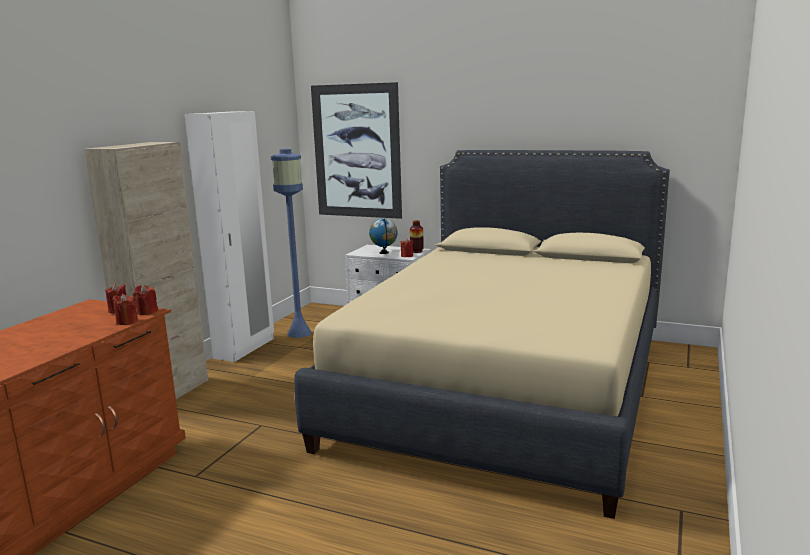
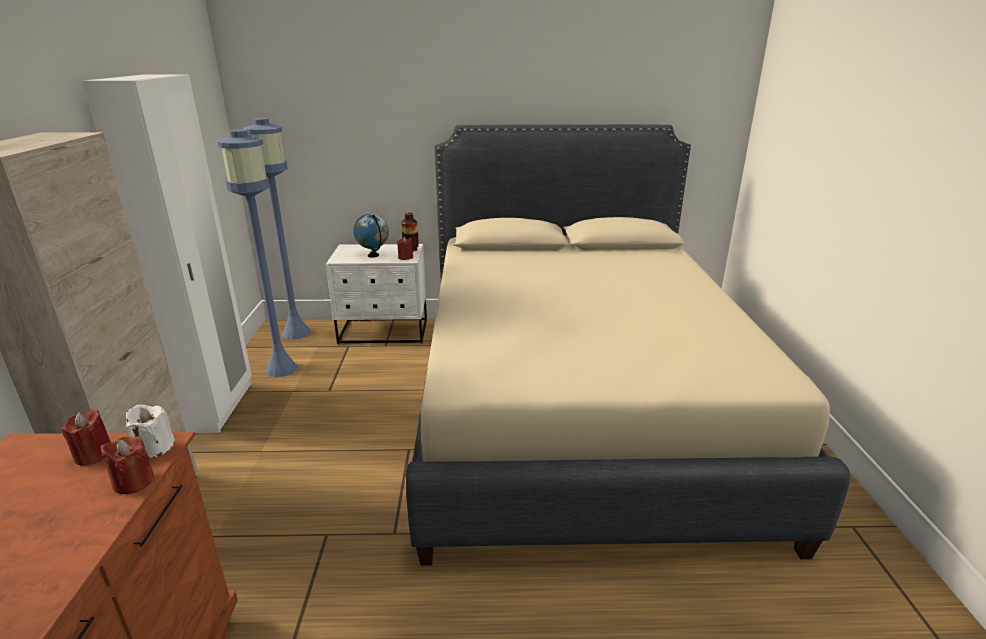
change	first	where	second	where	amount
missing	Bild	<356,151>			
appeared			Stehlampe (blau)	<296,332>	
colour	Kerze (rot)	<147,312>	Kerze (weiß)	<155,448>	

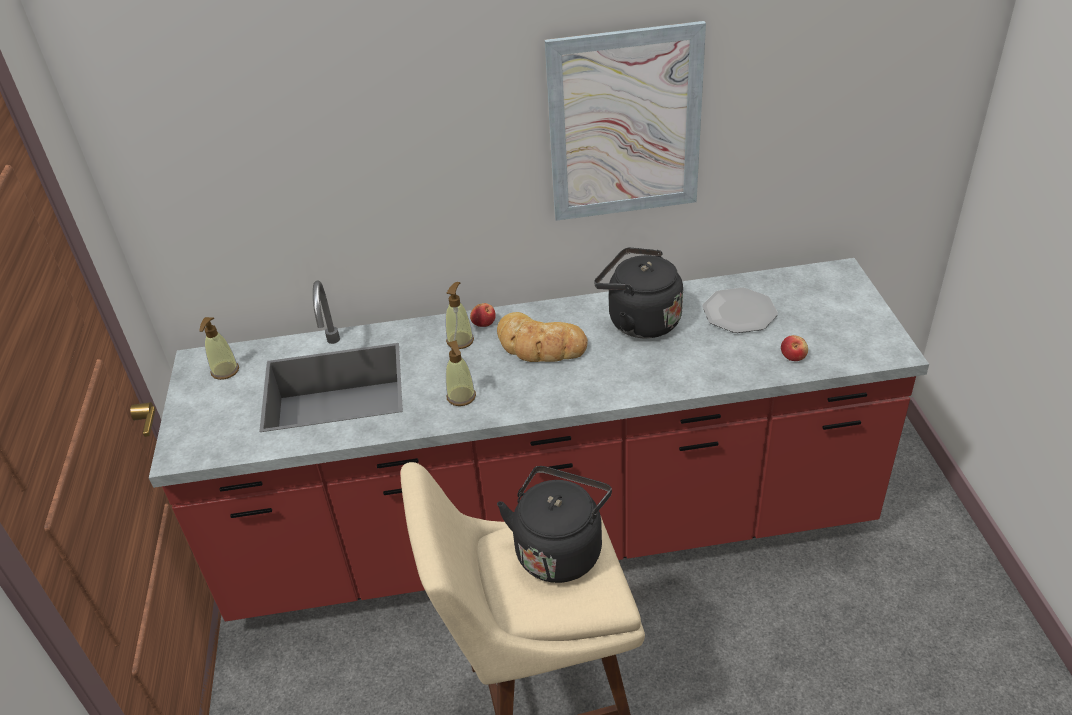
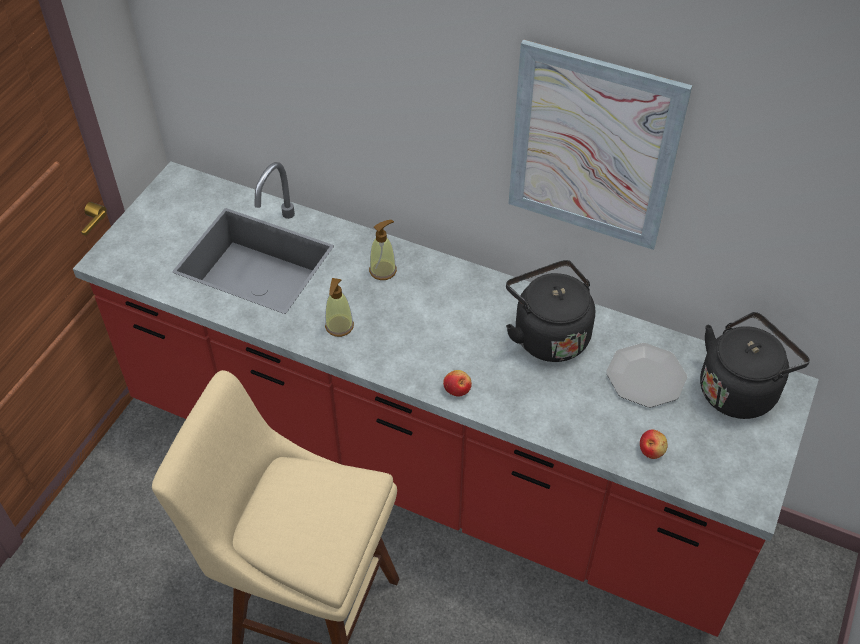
change	first	where	second	where	amount
missing	Seifenspender	<225,371>			
missing	Brot	<540,345>			
relocated	Apfel	<483,323>		<457,389>	
relocated	Wasserkessel (schwarz)	<560,549>		<740,389>	

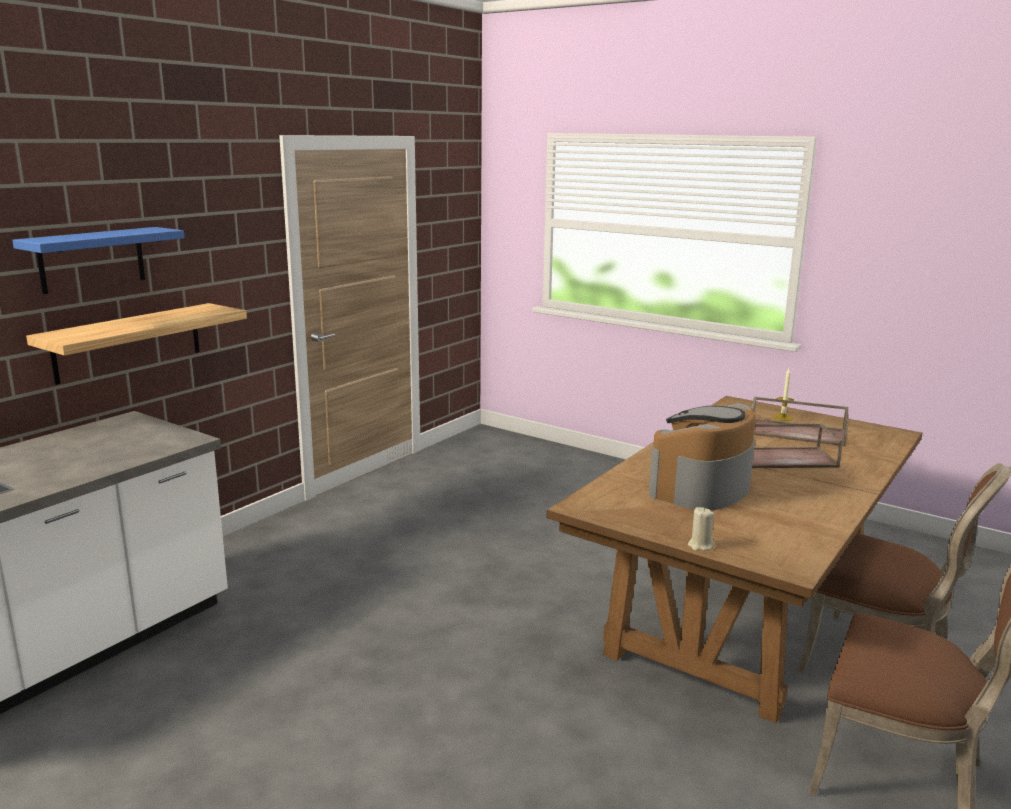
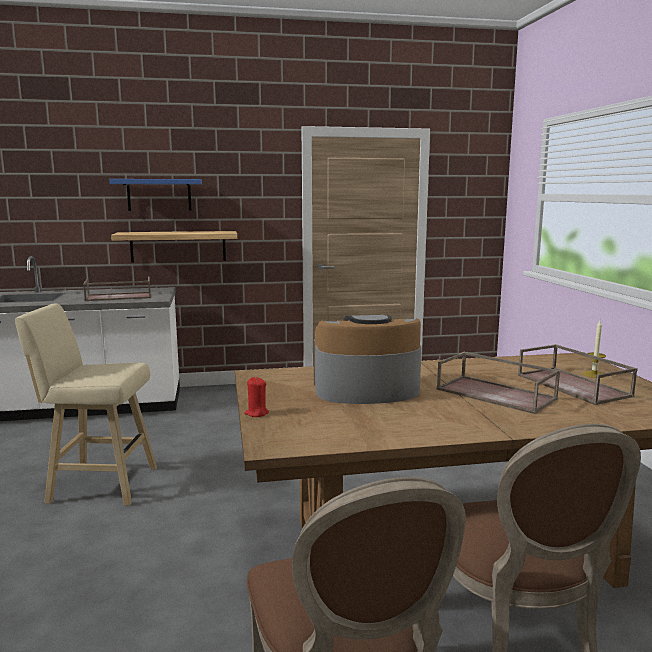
change	first	where	second	where	amount
appeared			Hocker (beige)	<98,484>	
appeared			Tablett (braun)	<118,297>	
colour	Kerze (beige)	<700,546>	Kerze (rot)	<256,413>	

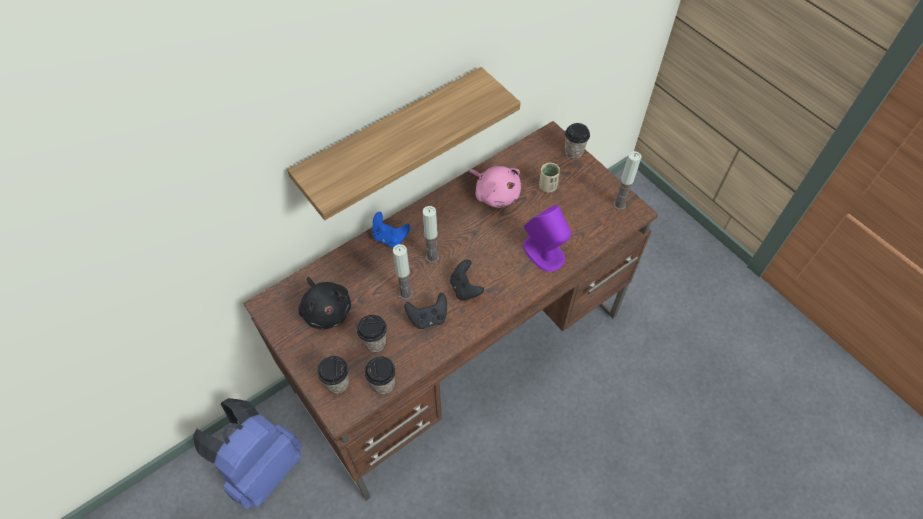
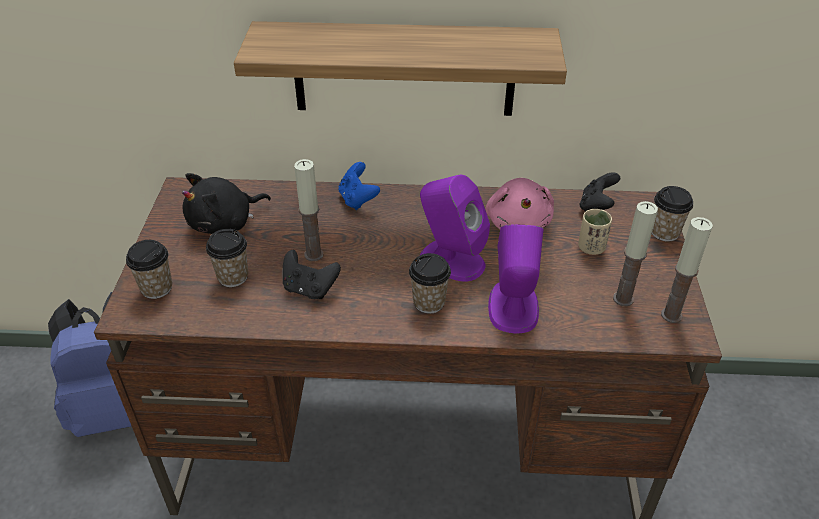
change	first	where	second	where	amount
appeared			Lautsprecher (lila)	<451,260>	
relocated	Tasse	<383,383>		<429,302>	
relocated	Kerze	<432,257>		<623,299>	
relocated	Gamepad (schwarz)	<465,288>		<596,207>	
spun	Plüschtier (schwarz)	<326,310>		<225,223>	45 degrees clockwise

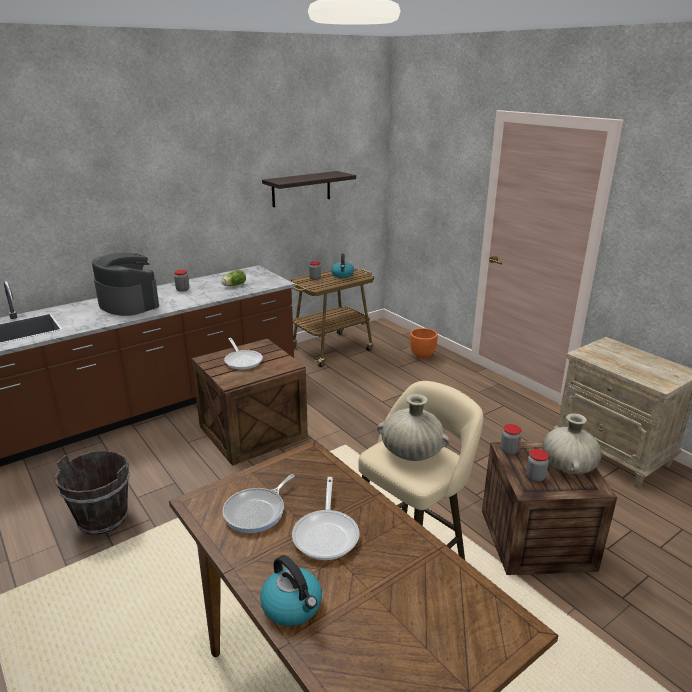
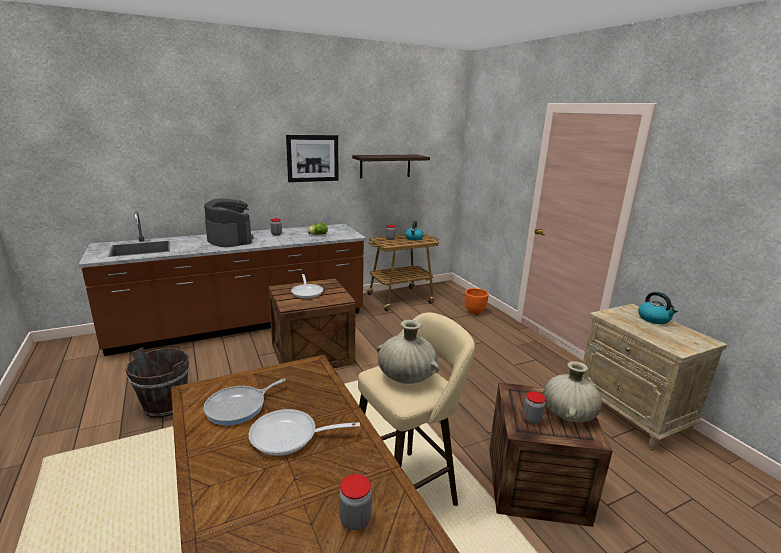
change	first	where	second	where	amount
appeared			Bild	<313,158>	
relocated	Wasserkessel	<293,606>		<654,319>	
relocated	Vorratsglas	<509,450>		<355,520>	
spun	Pfanne	<327,534>		<290,436>	75 degrees clockwise

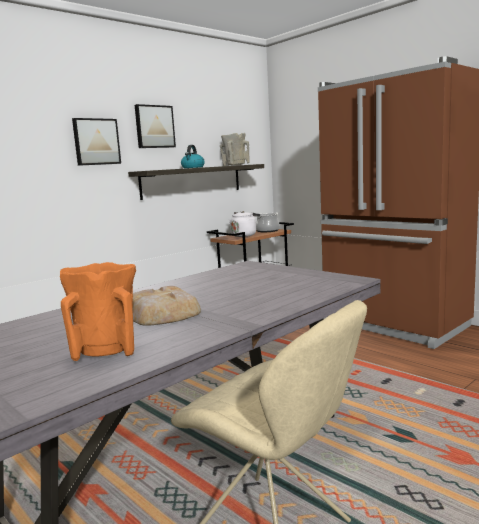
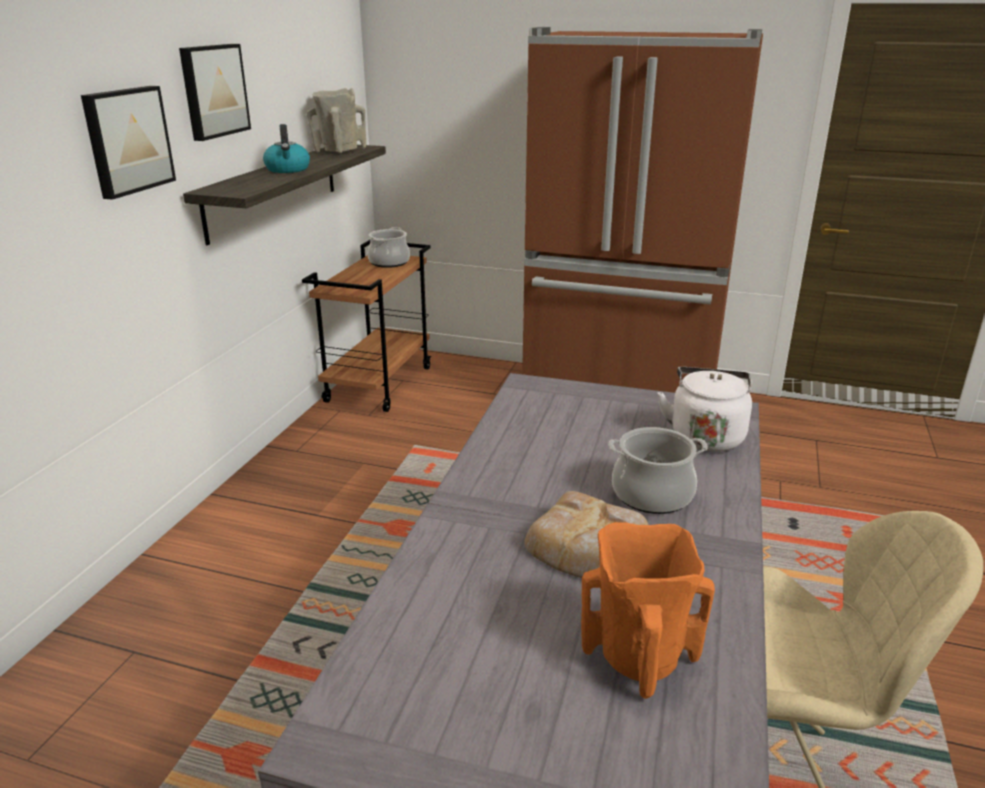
change	first	where	second	where	amount
appeared			Kochtopf	<652,494>	
relocated	Wasserkessel (weiß)	<244,235>		<705,436>	

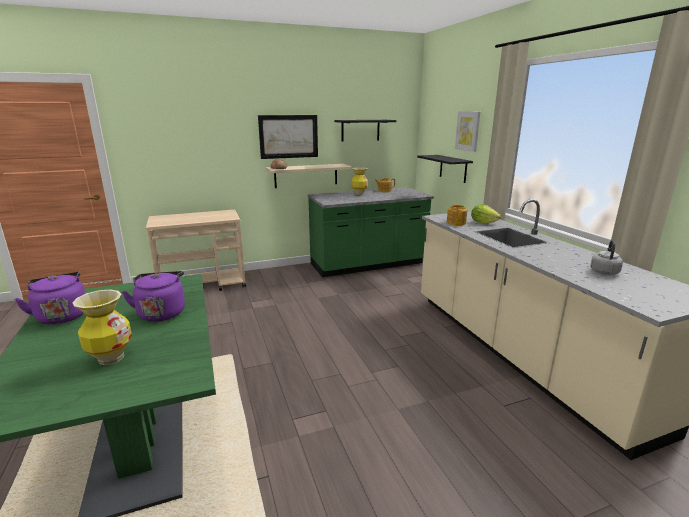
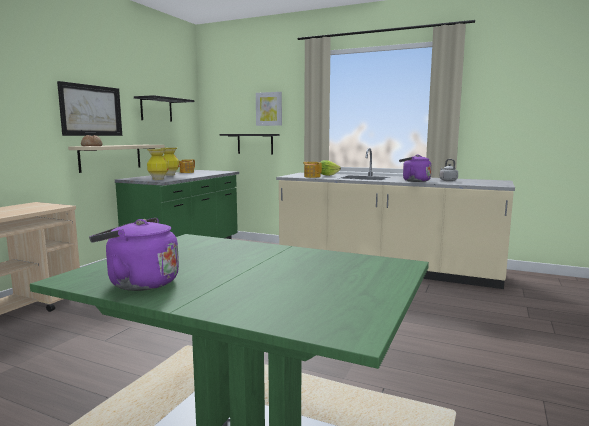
change	first	where	second	where	amount
relocated	Vase	<111,358>		<158,179>	
relocated	Wasserkessel (lila)	<162,312>		<414,181>	

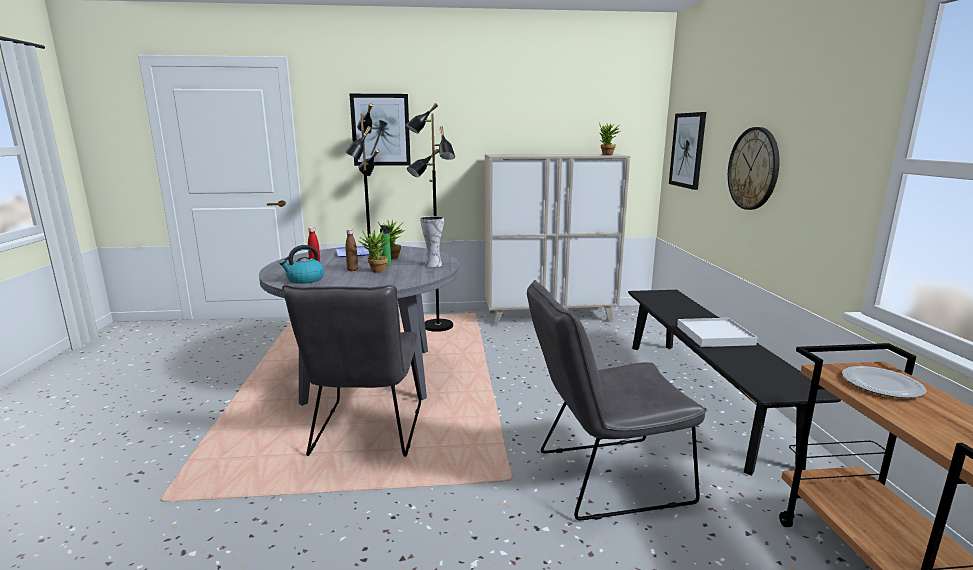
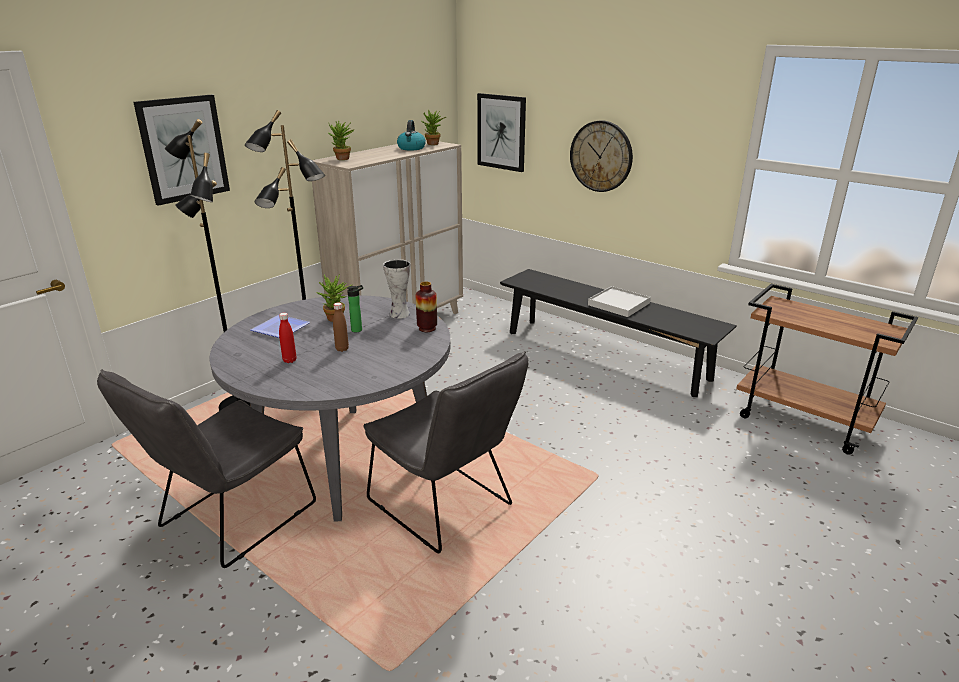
change	first	where	second	where	amount
missing	Teller	<880,384>			
appeared			Vase	<427,328>	
relocated	Wasserkessel	<305,280>		<411,148>	
relocated	Topfpflanze	<376,271>		<343,159>	
relocated	Stuhl (grau)	<602,478>		<230,520>	

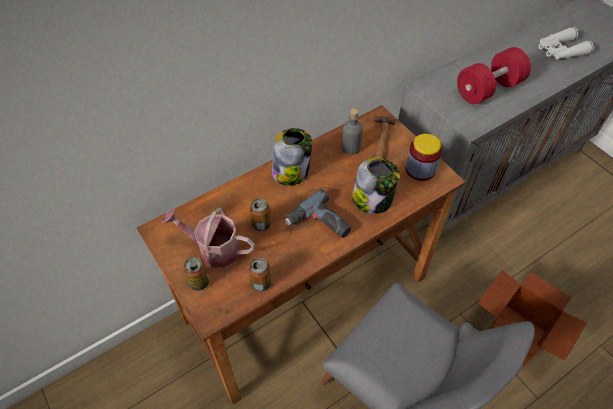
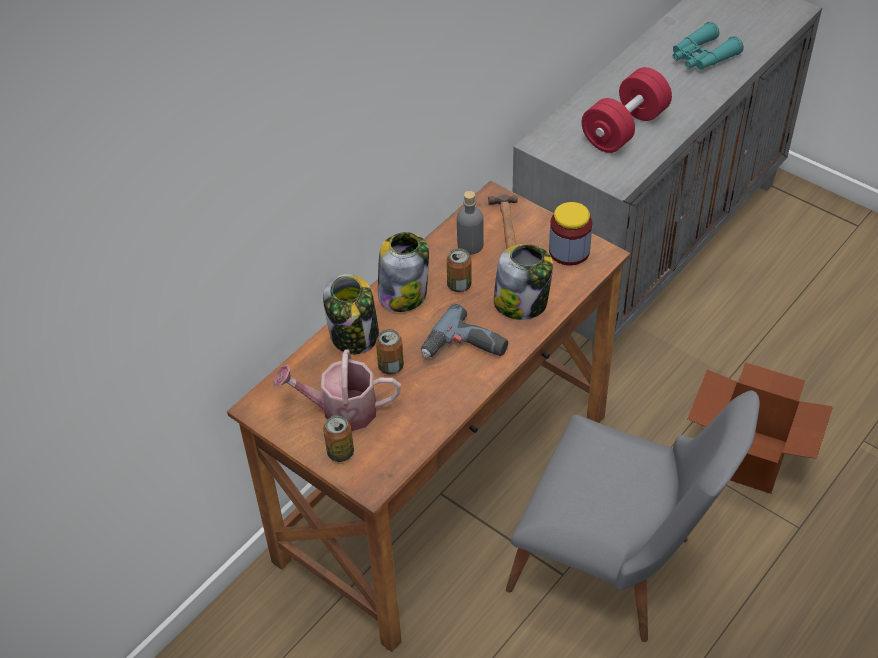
change	first	where	second	where	amount
appeared			Vorratsglas	<354,335>	
relocated	Dose	<261,283>		<459,285>	
colour	Fernglas (weiß)	<559,51>	Fernglas (türkis)	<702,57>	

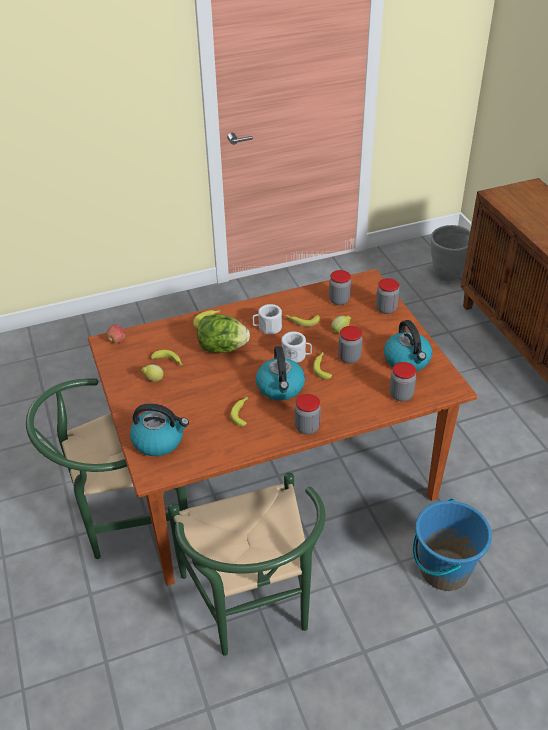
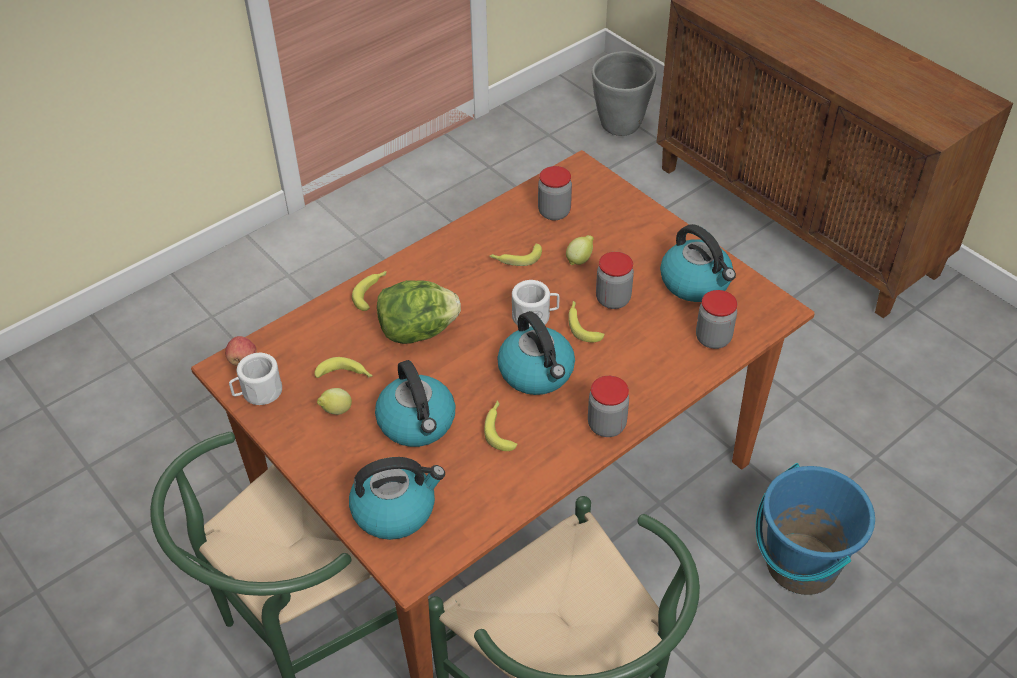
change	first	where	second	where	amount
missing	Vorratsglas	<386,309>			
appeared			Wasserkessel	<417,423>	
relocated	Henkelbecher (weiß)	<267,327>		<257,392>	

